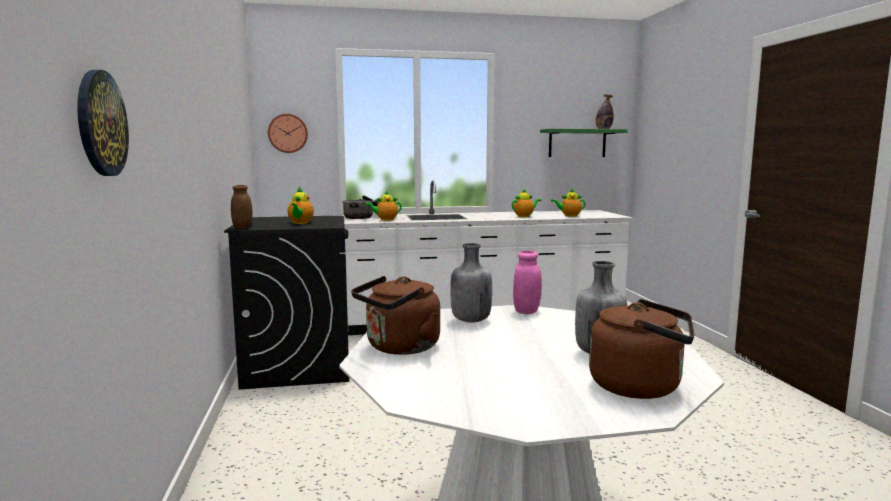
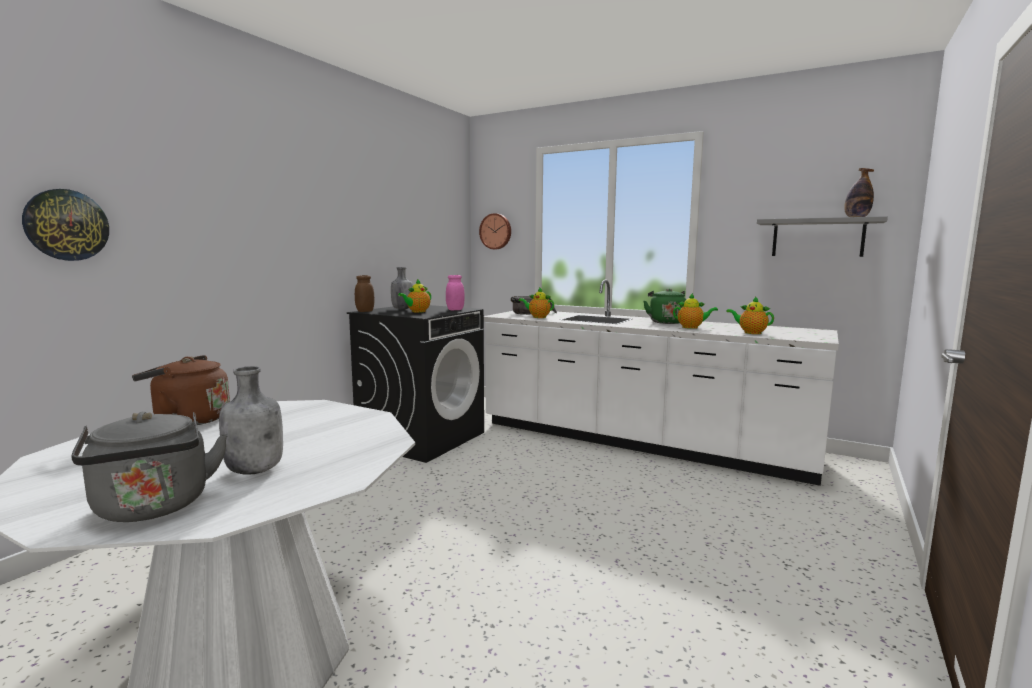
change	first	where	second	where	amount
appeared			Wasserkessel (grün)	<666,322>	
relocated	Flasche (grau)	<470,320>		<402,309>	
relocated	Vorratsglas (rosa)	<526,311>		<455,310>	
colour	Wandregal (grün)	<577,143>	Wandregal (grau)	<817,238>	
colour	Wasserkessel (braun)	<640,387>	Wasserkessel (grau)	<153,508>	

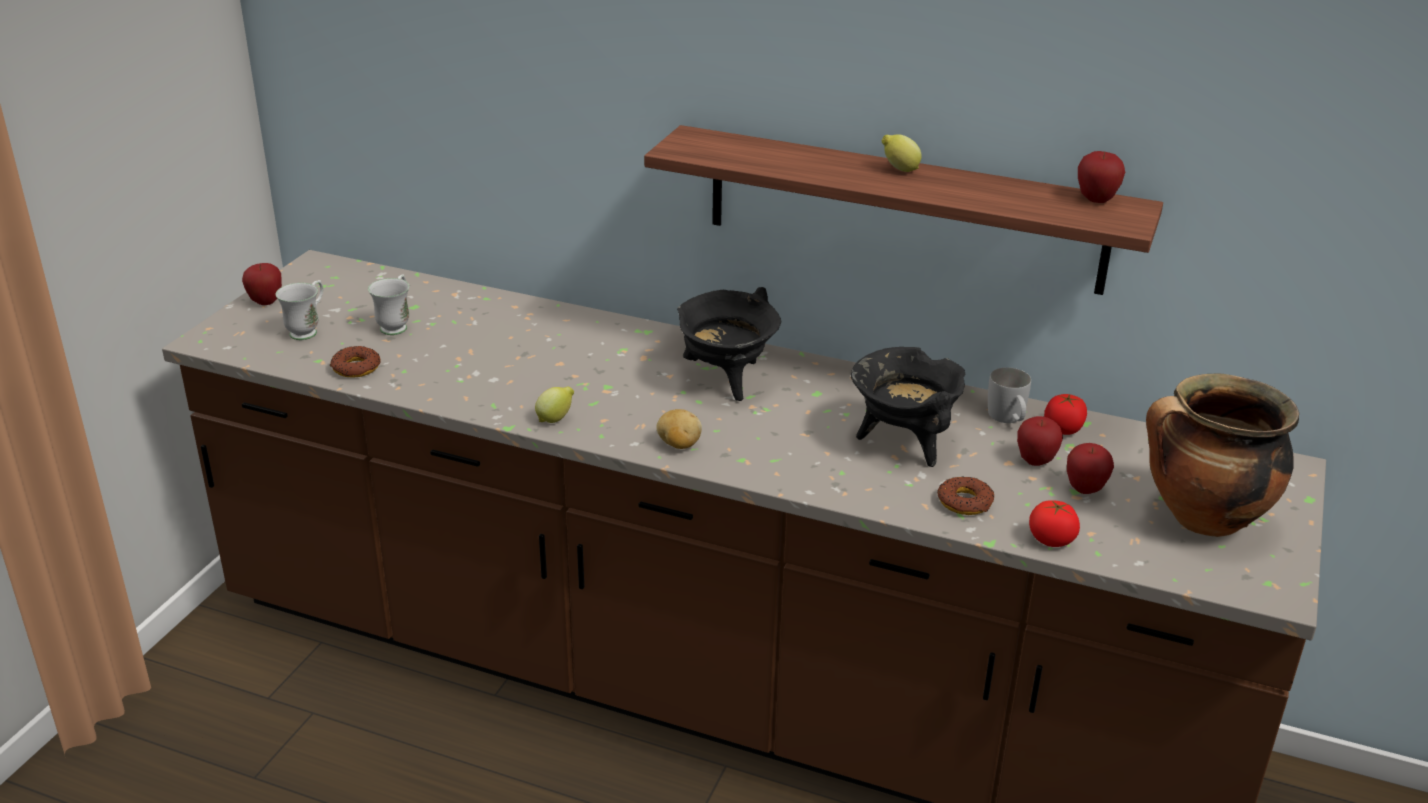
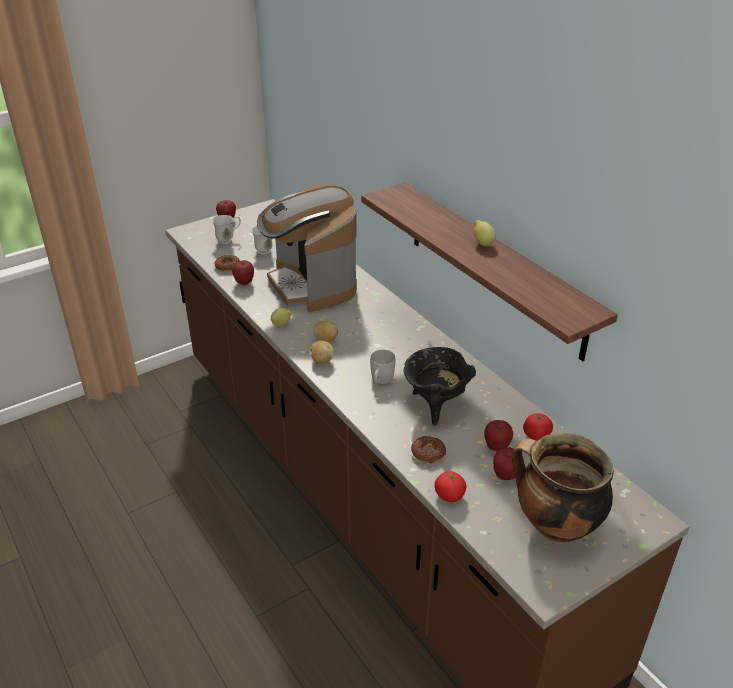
change	first	where	second	where	amount
missing	Kochtopf (schwarz)	<726,380>			
appeared			Kaffeemaschine	<311,285>	
appeared			Kartoffel	<325,340>	
relocated	Henkelbecher (weiß)	<1008,418>		<380,380>	
relocated	Apfel	<1096,200>		<244,283>	

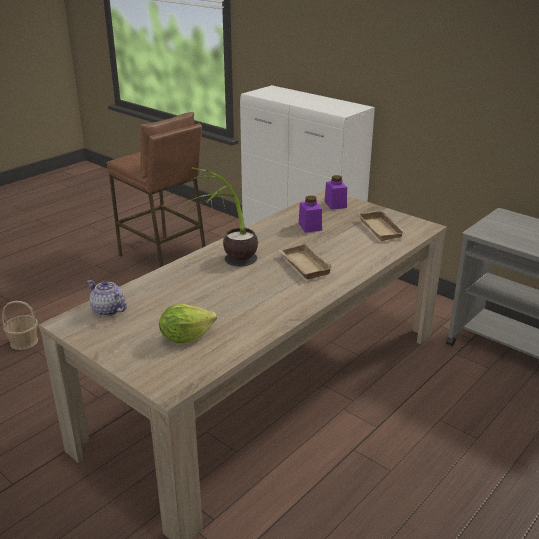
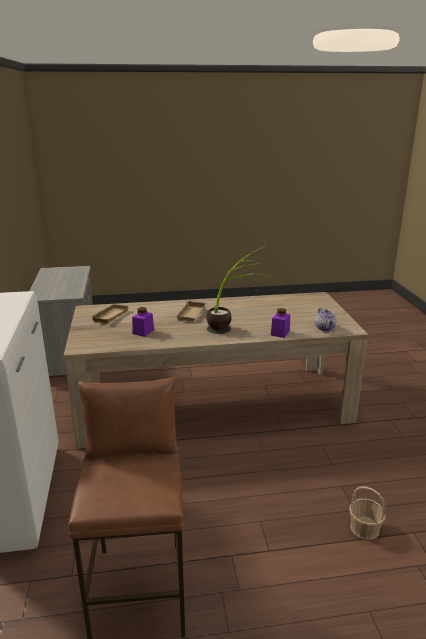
change	first	where	second	where	amount
missing	Salatkopf	<185,337>			
relocated	Vorratsglas (lila)	<335,204>		<280,333>	

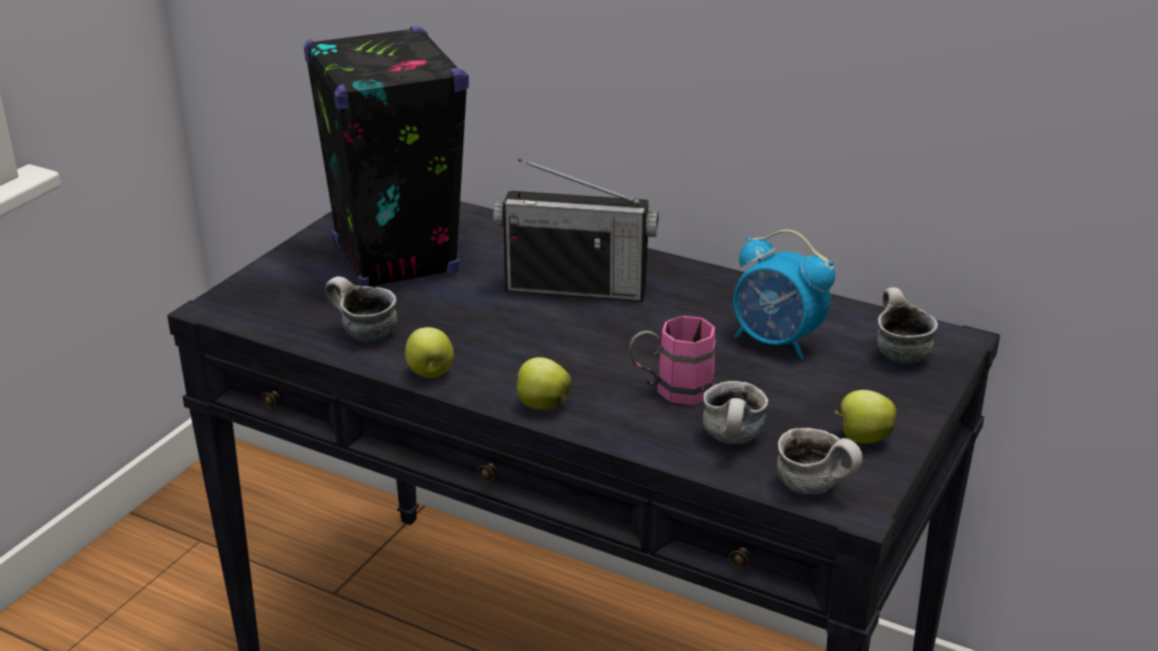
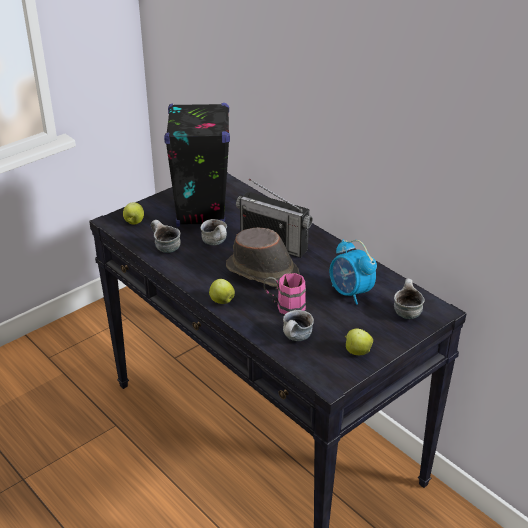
change	first	where	second	where	amount
appeared			Hut (braun)	<263,273>	
relocated	Apfel	<430,373>		<134,222>	
relocated	Henkelbecher	<817,487>		<217,243>	

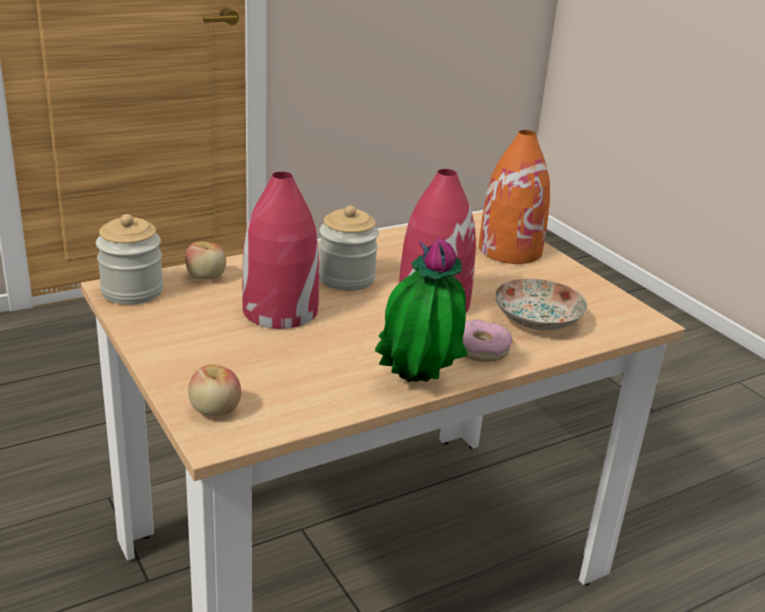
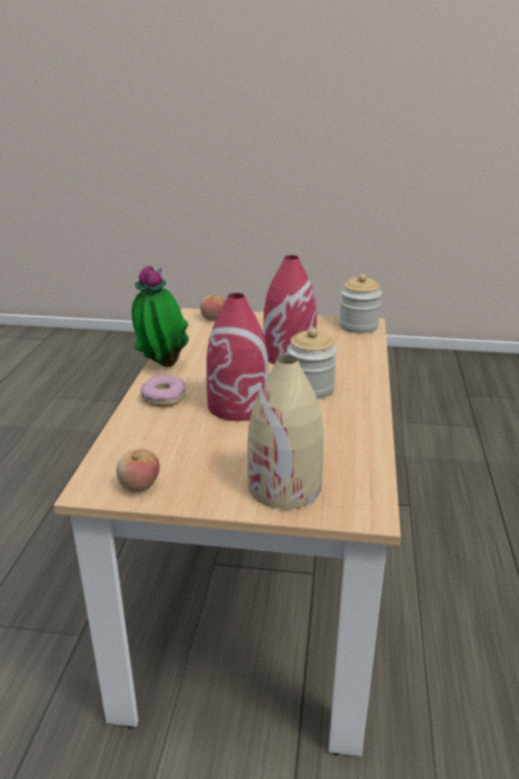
change	first	where	second	where	amount
missing	Teller	<536,319>			
relocated	Apfel	<206,277>		<139,486>	
colour	Vase (orange)	<510,250>	Vase (beige)	<284,487>	

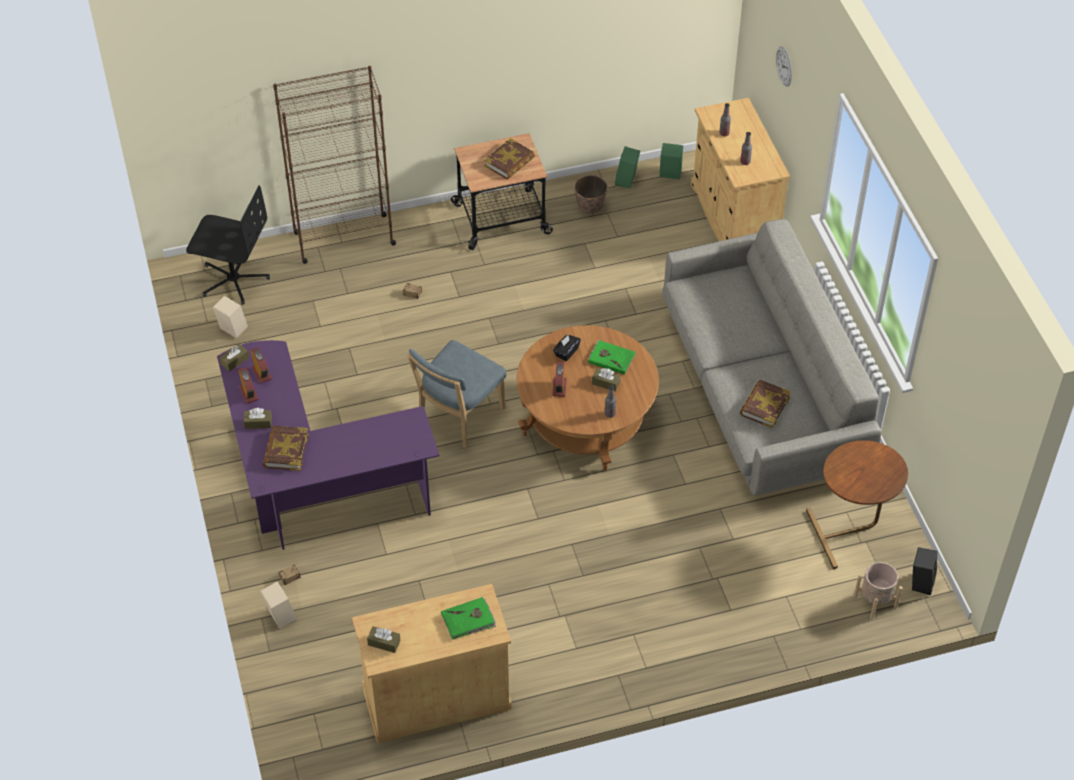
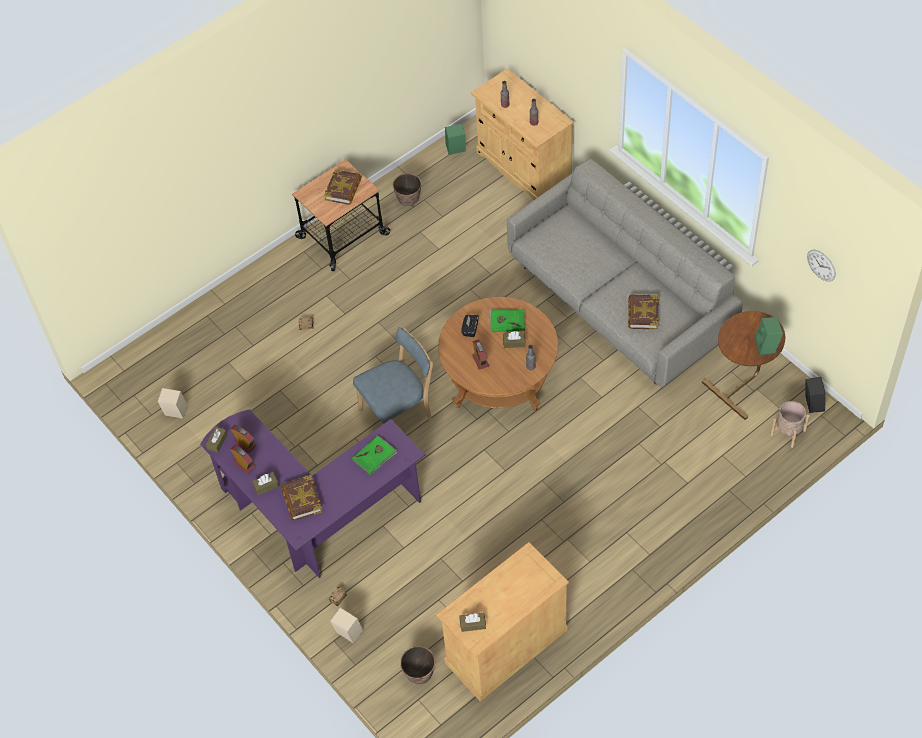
change	first	where	second	where	amount
missing	Bürostuhl (schwarz)	<233,279>			
missing	Bücherregal (braun)	<343,239>			
appeared			Pflanzkübel	<419,675>	
relocated	Buch (grün)	<468,620>		<375,456>	
relocated	Lautsprecher (grün)	<627,181>		<767,346>	
relocated	Wanduhr	<784,66>		<821,265>	
spun	Stuhl (blau)	<458,417>		<399,413>	135 degrees counterclockwise

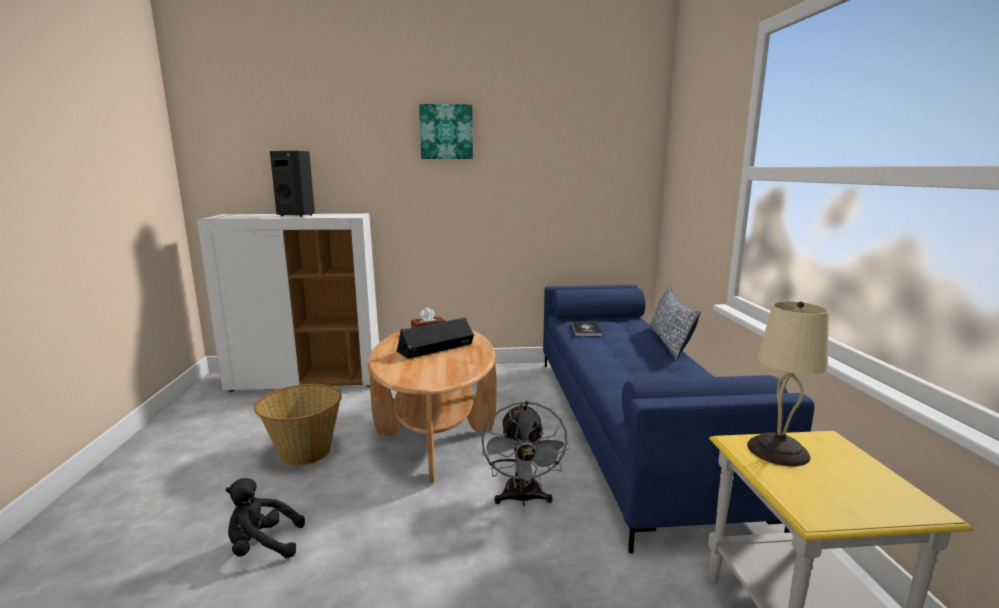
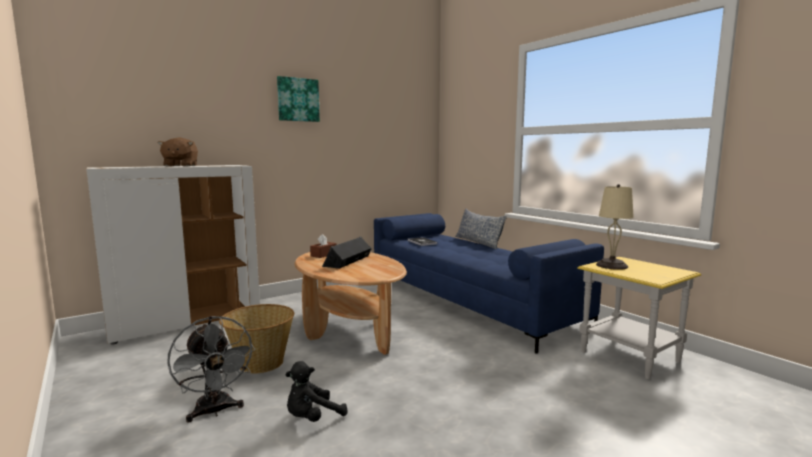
change	first	where	second	where	amount
relocated	Ventilator (grau)	<523,499>		<215,411>	
exchanged	Lautsprecher (schwarz)	<297,215>	Plüschtier (braun)	<180,166>	

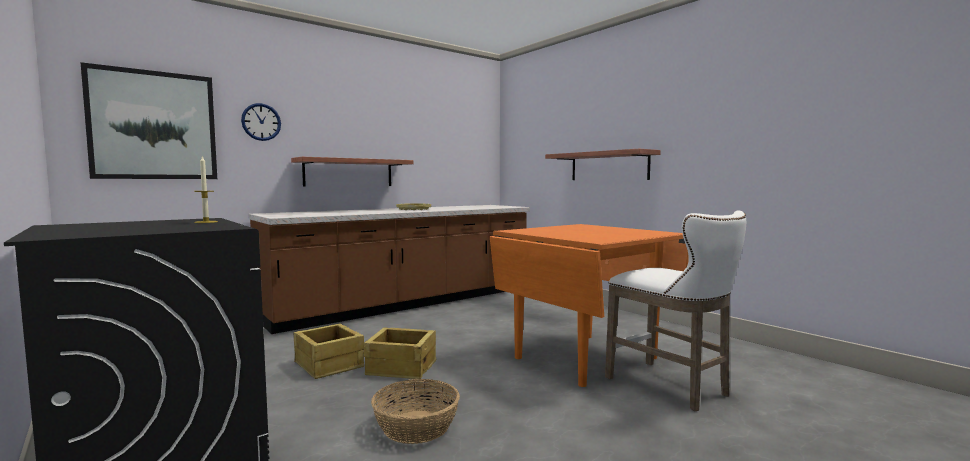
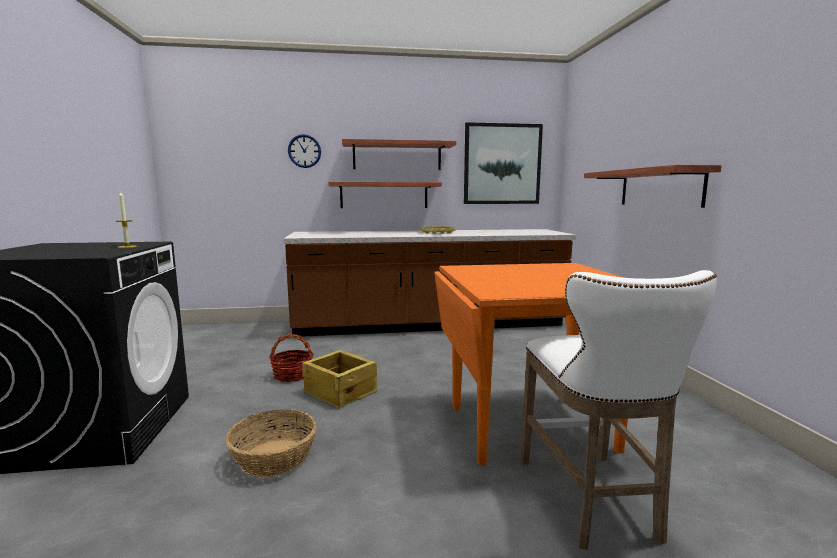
change	first	where	second	where	amount
appeared			Wandregal	<397,156>	
relocated	Bild	<153,125>		<502,164>	
exchanged	Kiste	<328,365>	Korb	<292,375>	

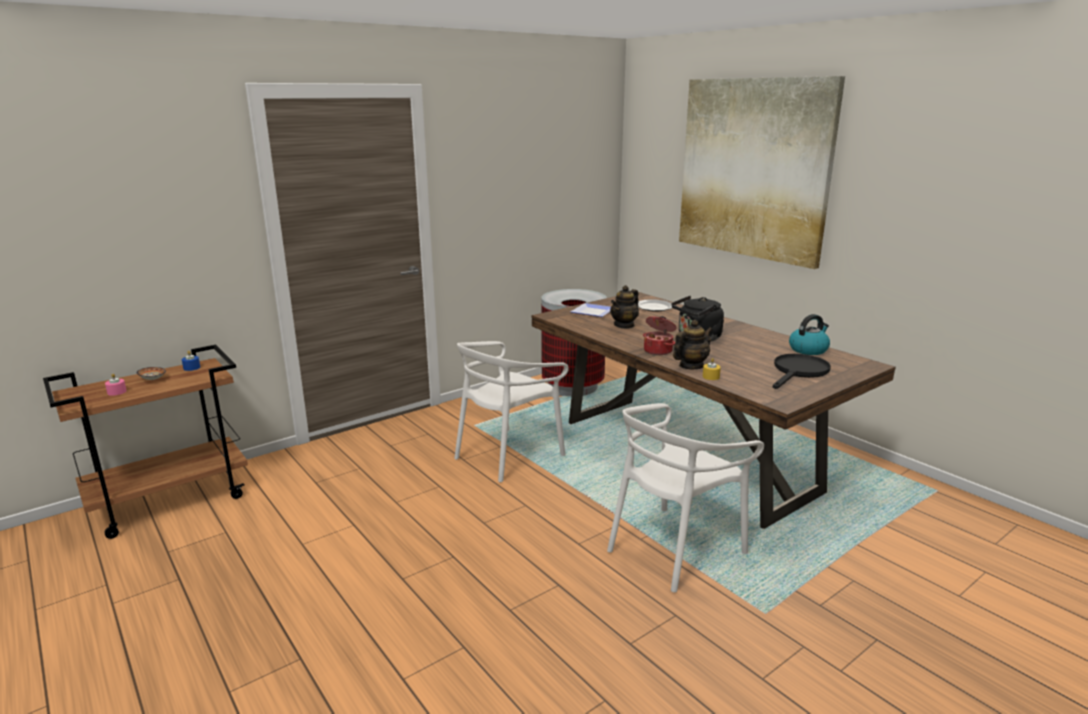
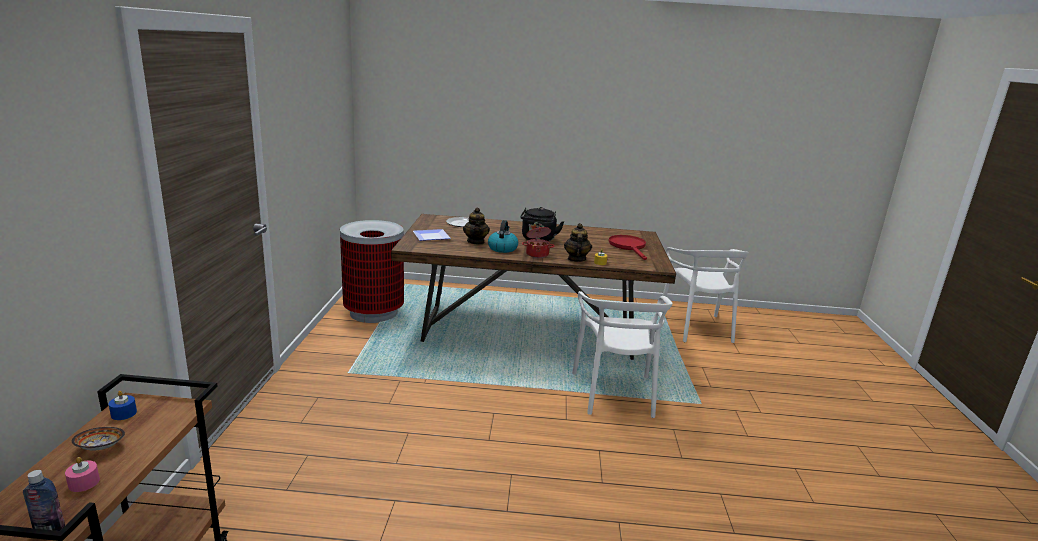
change	first	where	second	where	amount
missing	Bild	<753,169>			
appeared			Flasche	<49,529>	
relocated	Stuhl (weiß)	<508,455>		<696,328>	
relocated	Wasserkessel	<808,349>		<502,248>	
colour	Pfanne (schwarz)	<798,372>	Pfanne (rot)	<629,247>	

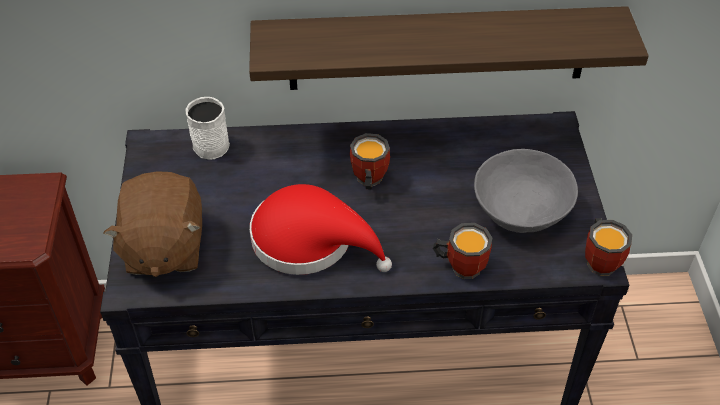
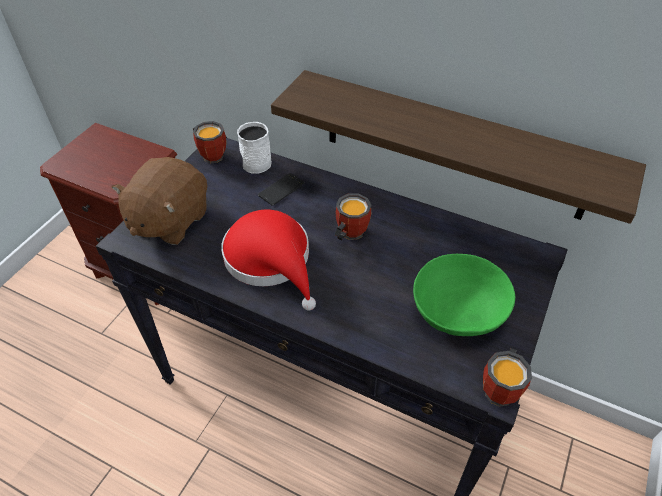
change	first	where	second	where	amount
appeared			Handy	<281,189>	
relocated	Henkelbecher	<461,265>		<212,154>	
colour	Schüssel (grau)	<520,209>	Schüssel (grün)	<458,310>	

